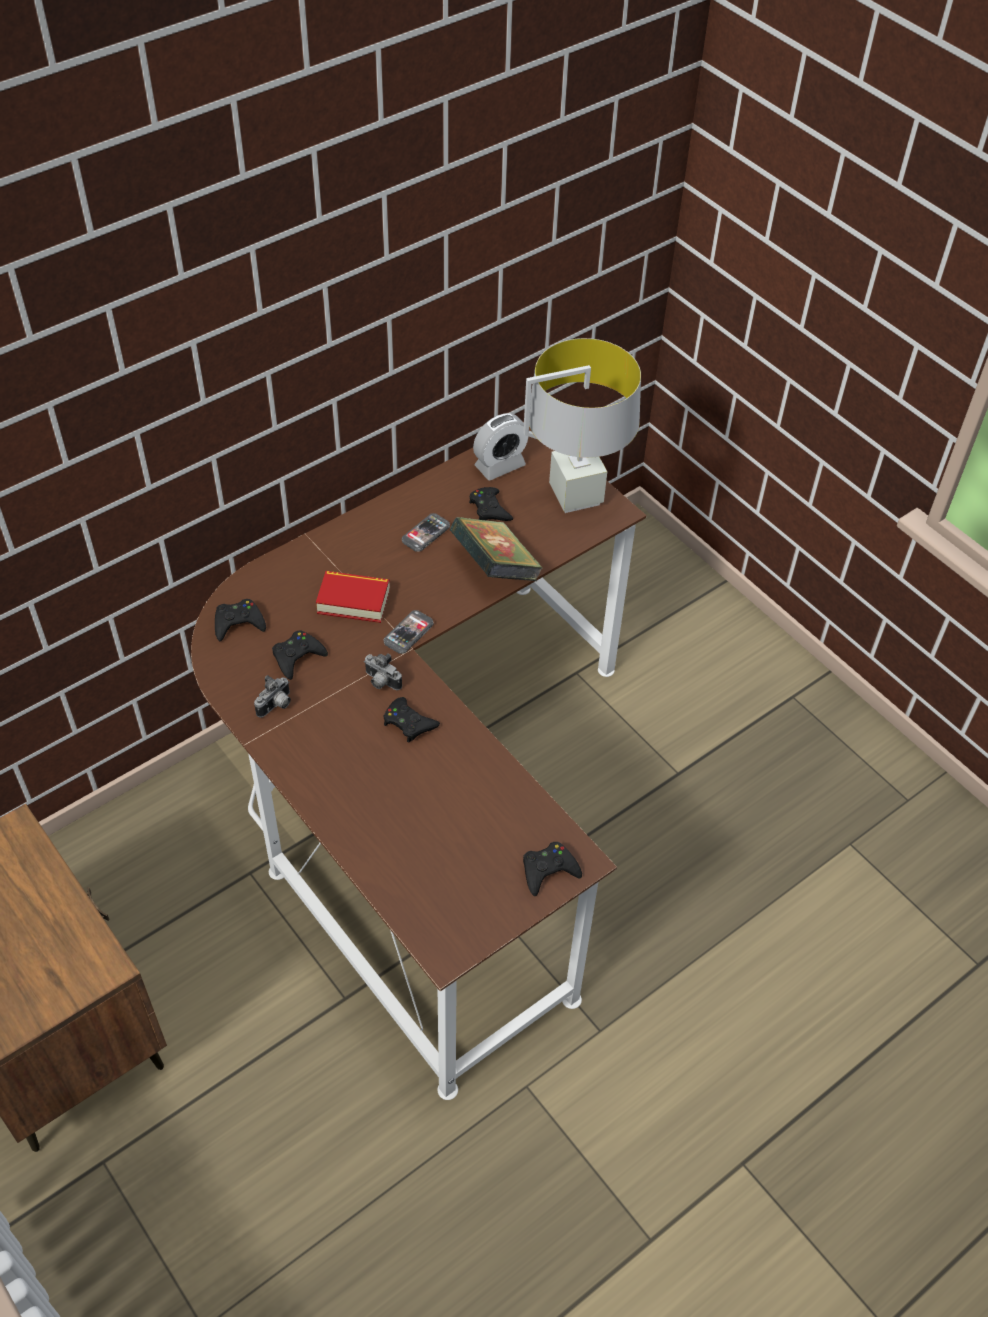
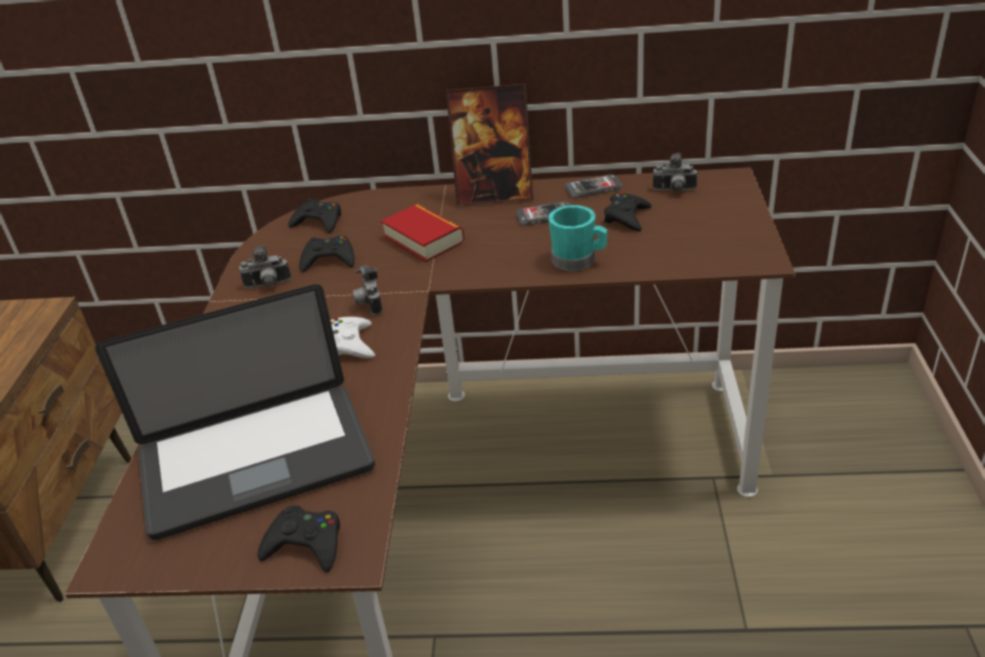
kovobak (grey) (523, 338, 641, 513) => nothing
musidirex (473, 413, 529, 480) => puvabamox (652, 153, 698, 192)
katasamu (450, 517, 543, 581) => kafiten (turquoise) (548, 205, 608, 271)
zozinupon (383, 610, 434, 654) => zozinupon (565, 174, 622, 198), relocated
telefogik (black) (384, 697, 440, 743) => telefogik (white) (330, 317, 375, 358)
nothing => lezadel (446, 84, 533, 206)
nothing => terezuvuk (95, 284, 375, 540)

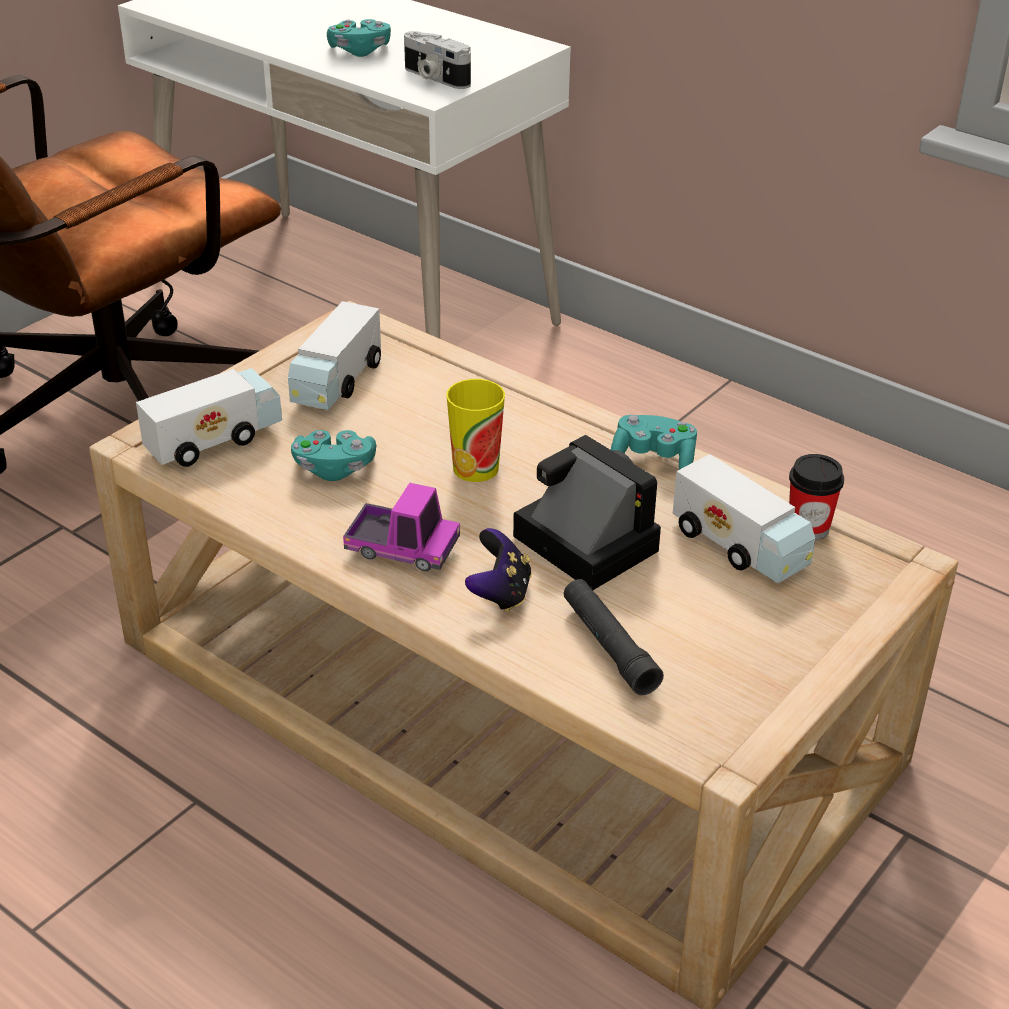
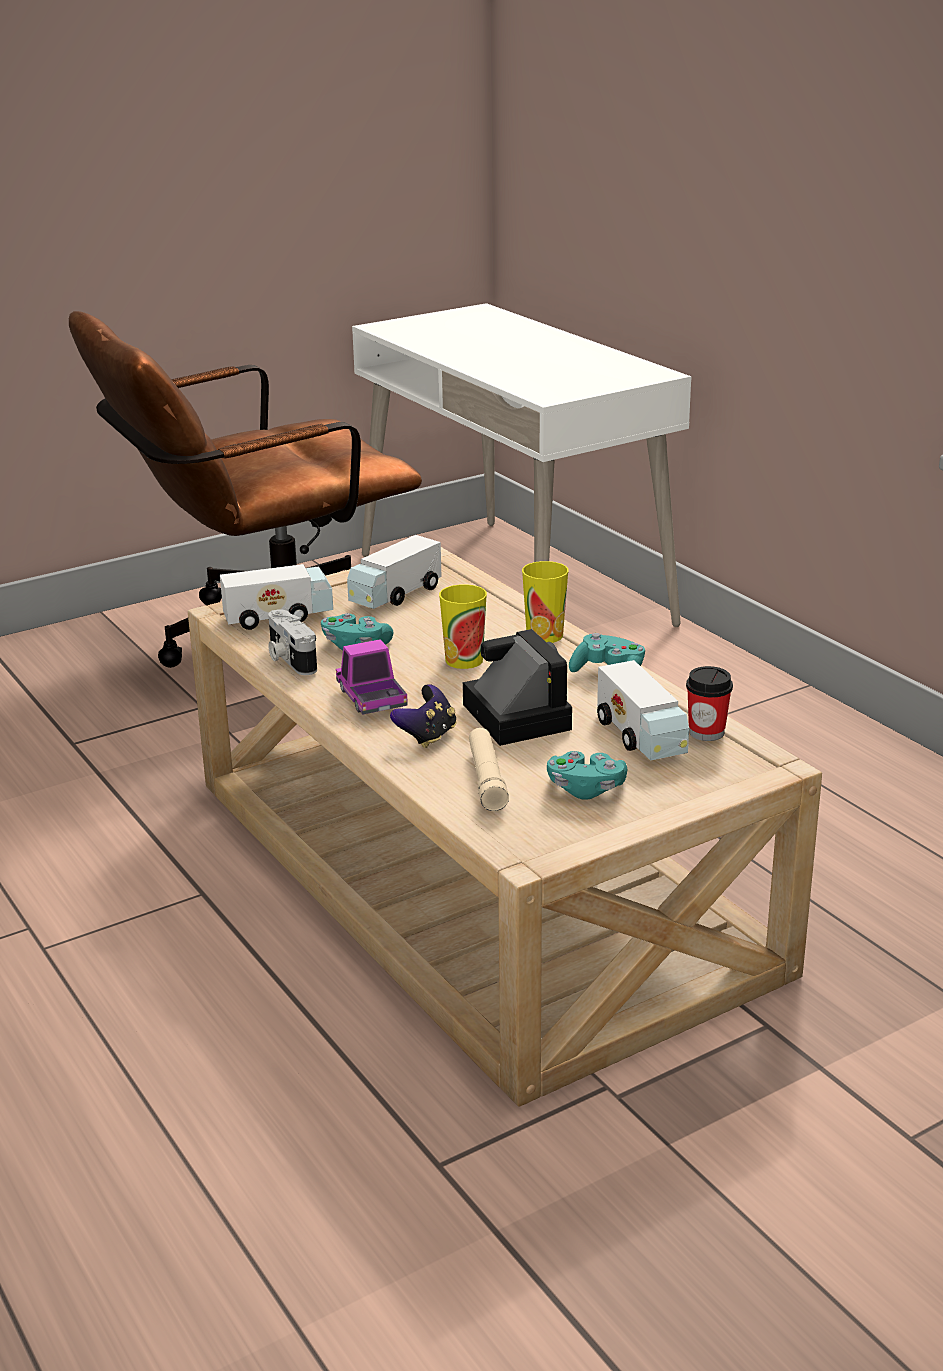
telefogik (turquoise) (327, 19, 391, 57) => telefogik (turquoise) (547, 751, 627, 800), relocated
puvabamox (404, 31, 471, 89) => puvabamox (268, 609, 317, 675), relocated
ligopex (343, 483, 460, 571) => ligopex (336, 639, 408, 714), 150 degrees counterclockwise
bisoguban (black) (564, 579, 664, 695) => bisoguban (beige) (469, 728, 509, 811)
nothing => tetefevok (522, 561, 568, 643)

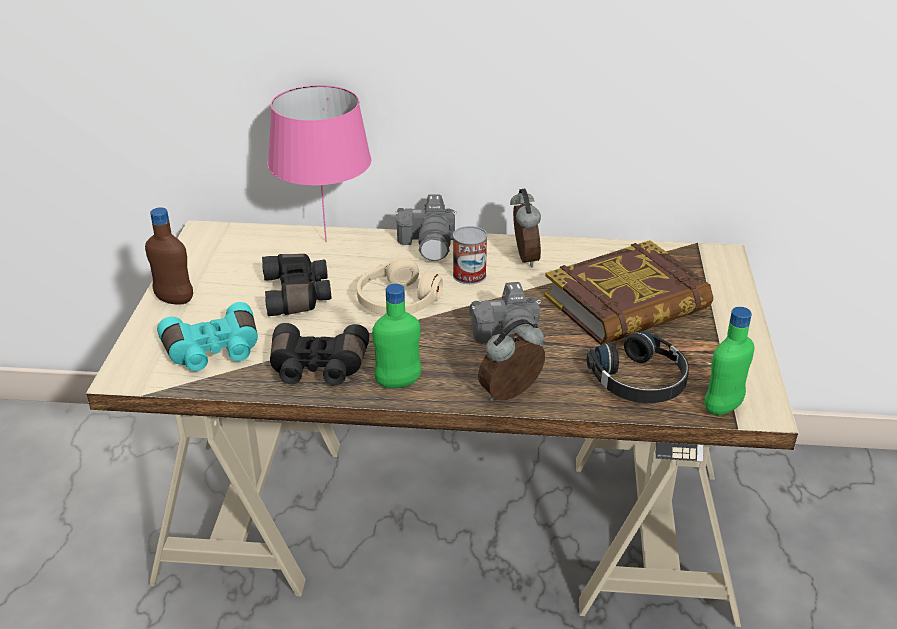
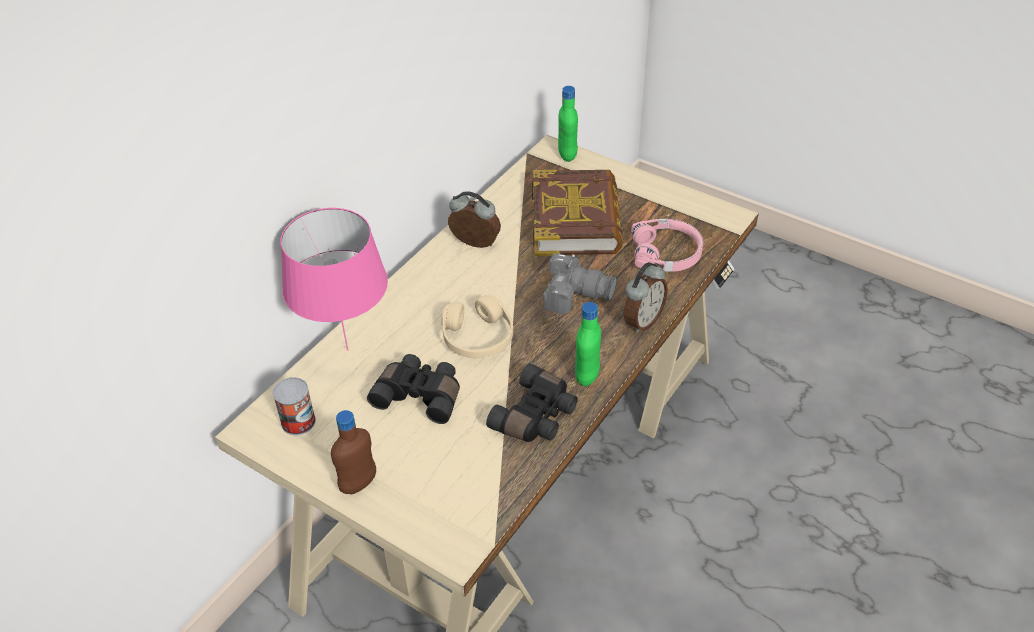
puvabamox (395, 194, 457, 261) => nothing
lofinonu (453, 226, 487, 284) => lofinonu (273, 377, 316, 435), relocated
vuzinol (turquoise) (157, 302, 258, 371) => nothing
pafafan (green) (704, 307, 754, 415) => pafafan (green) (558, 86, 578, 162), relocated
musidirex (478, 319, 545, 401) => musidirex (624, 262, 668, 333), 135 degrees counterclockwise
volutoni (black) (586, 331, 689, 403) => volutoni (pink) (631, 219, 703, 272)

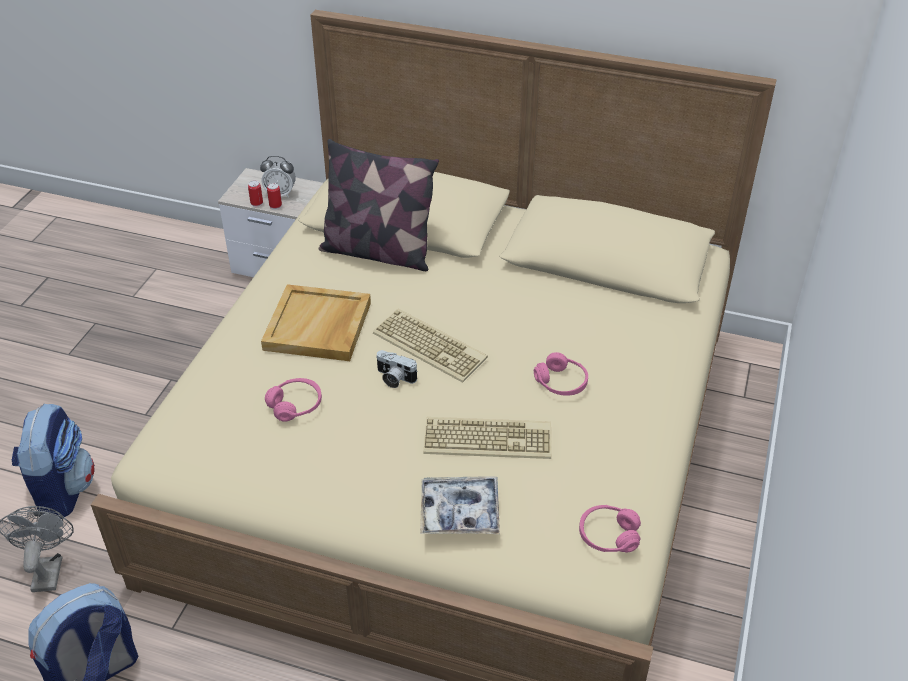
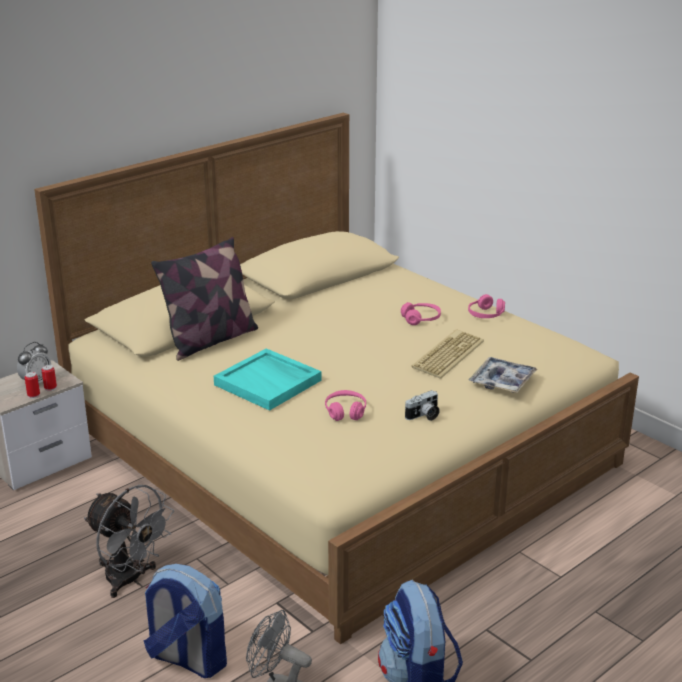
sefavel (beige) (261, 284, 371, 361) => sefavel (turquoise) (214, 348, 321, 411)
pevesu (373, 309, 488, 383) => nothing
puvabamox (376, 350, 418, 388) => puvabamox (405, 390, 440, 421), relocated
volutoni (pink) (579, 505, 641, 552) => volutoni (pink) (468, 294, 505, 318), relocated
nothing => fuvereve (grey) (84, 485, 174, 598)

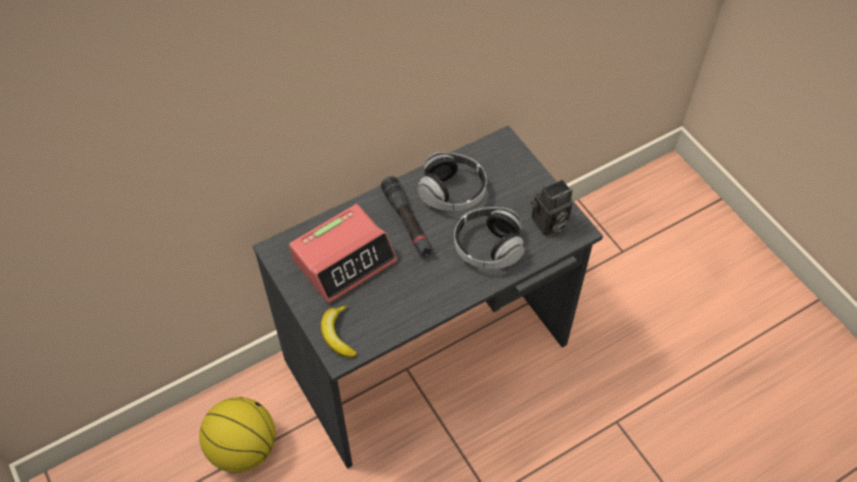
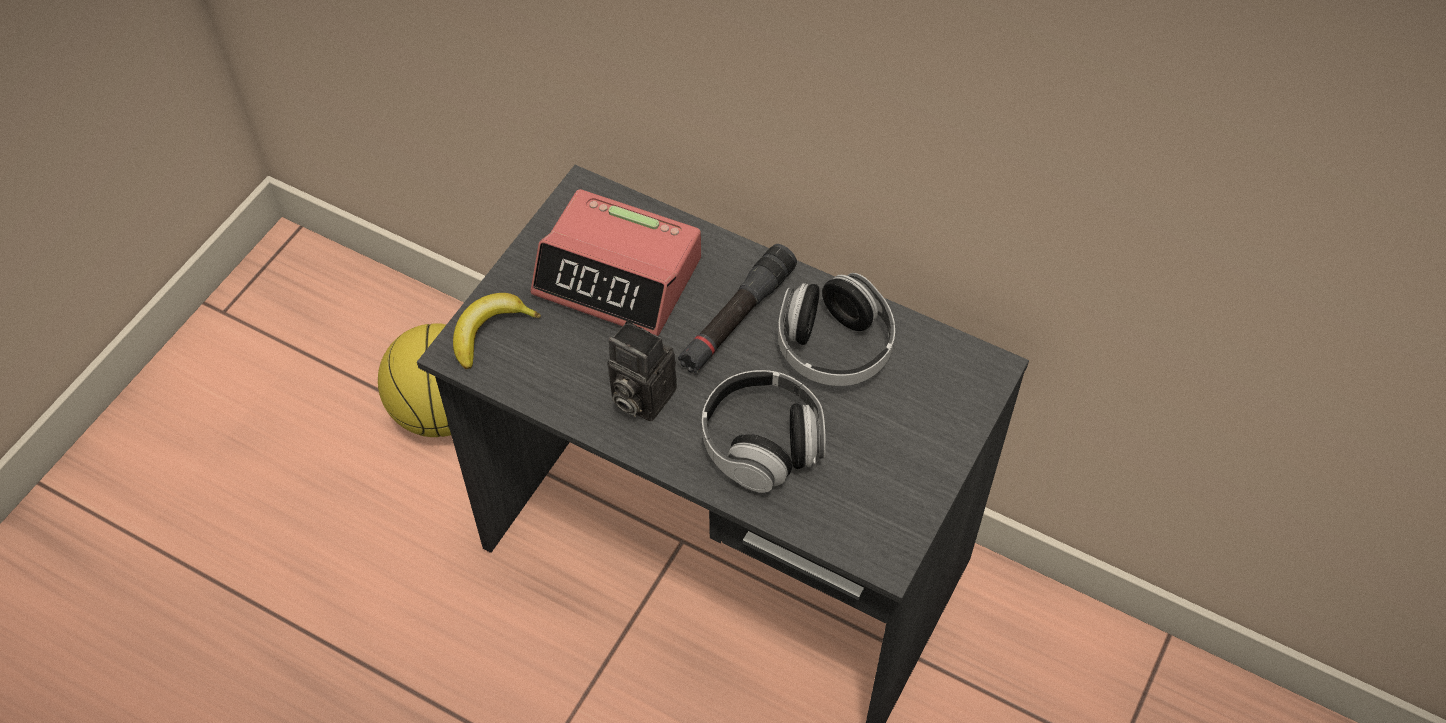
puvabamox (531, 180, 573, 236) => puvabamox (608, 321, 677, 422), relocated

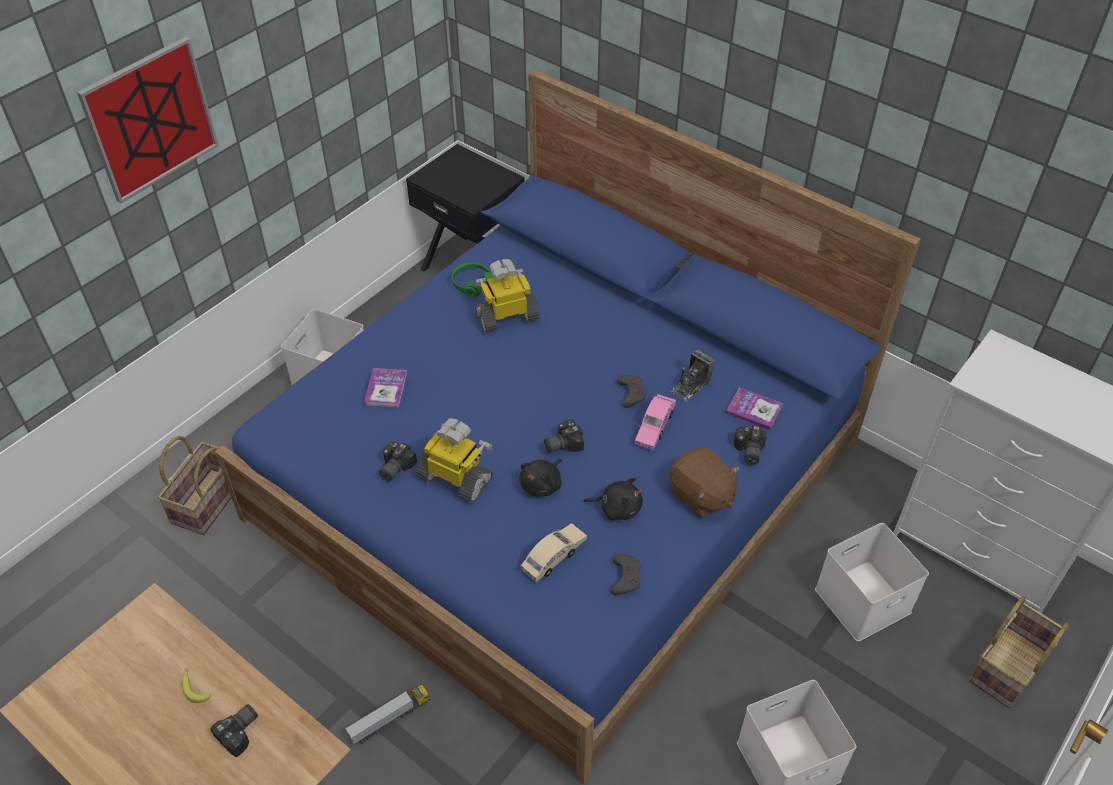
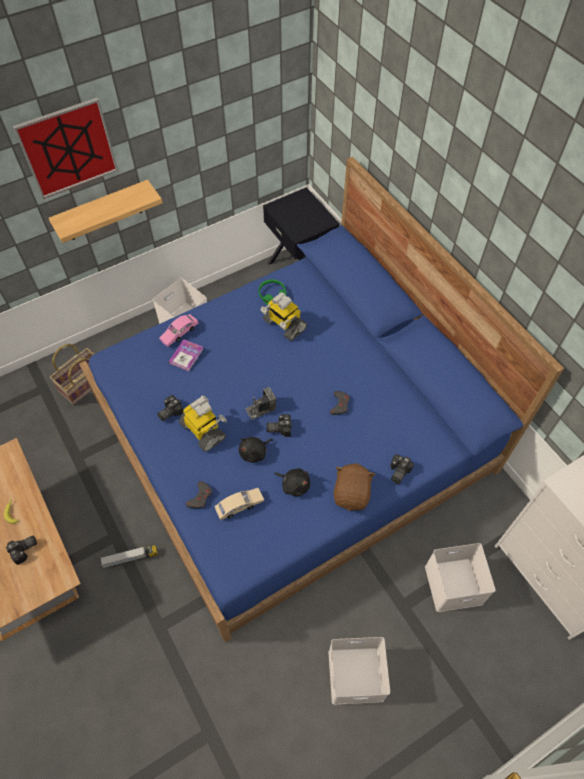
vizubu (475, 259, 540, 333) => vizubu (261, 292, 307, 341), 135 degrees counterclockwise
puvabamox (670, 350, 715, 402) => puvabamox (245, 387, 276, 420), relocated
katasamu (726, 388, 783, 430) => nothing
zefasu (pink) (635, 394, 676, 450) => zefasu (pink) (159, 314, 198, 347), relocated
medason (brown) (669, 447, 740, 518) => medason (brown) (334, 463, 375, 511), 150 degrees counterclockwise
telefogik (grey) (611, 554, 641, 595) => telefogik (grey) (186, 481, 212, 508), relocated
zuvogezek (969, 596, 1069, 708) => nothing
nothing => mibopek (49, 180, 162, 243)

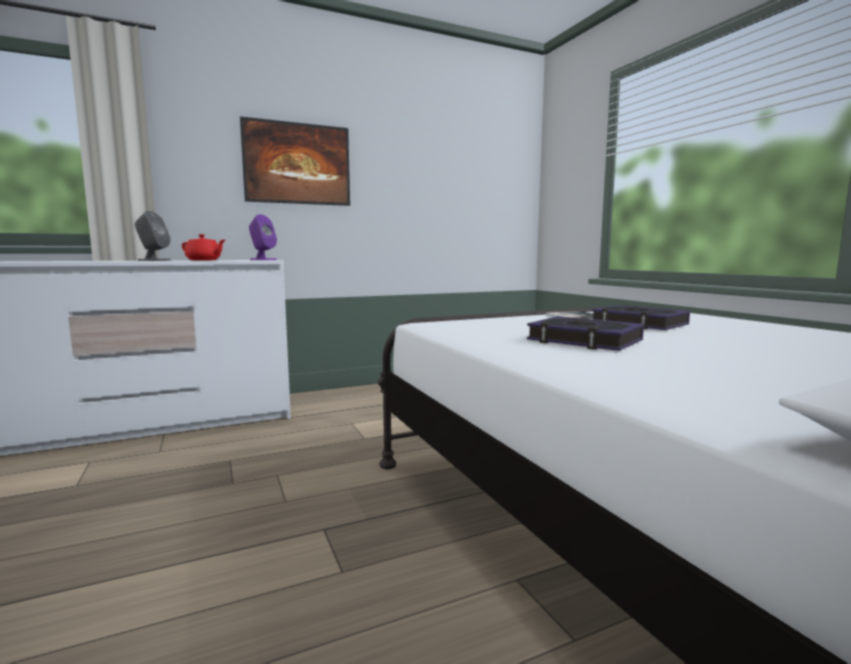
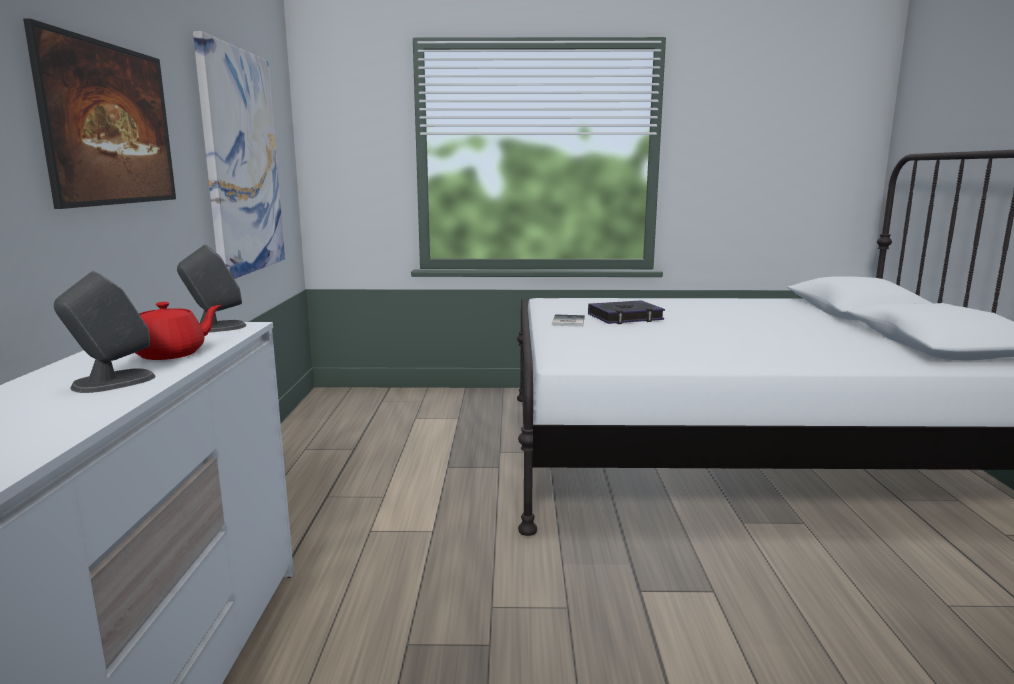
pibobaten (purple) (249, 214, 277, 260) => pibobaten (grey) (177, 244, 246, 333)
katasamu (527, 316, 644, 351) => nothing
nothing => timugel (193, 31, 285, 279)

